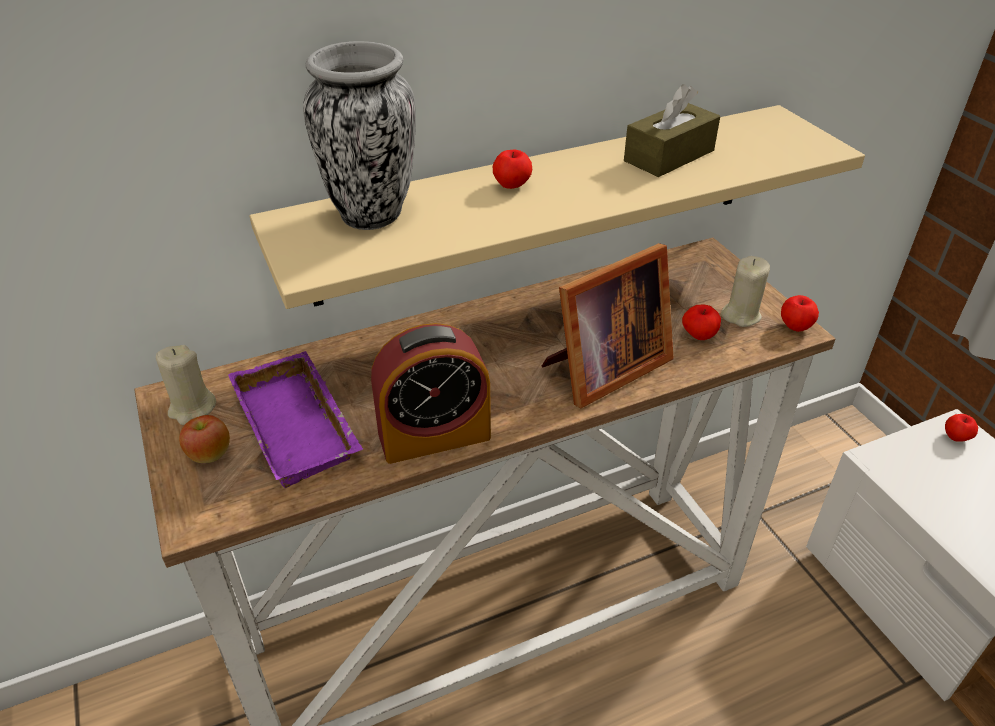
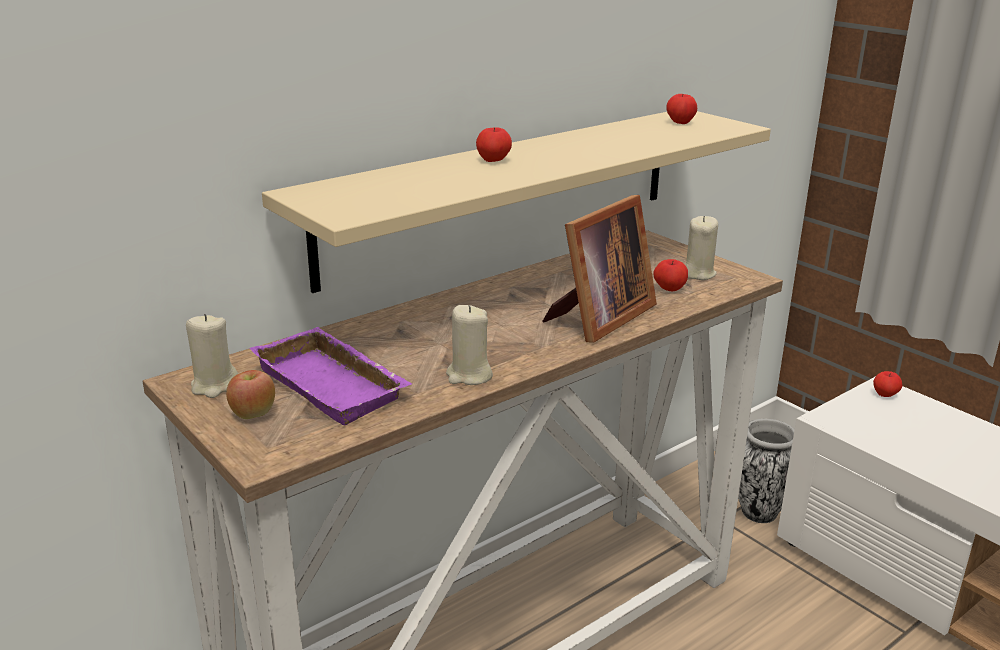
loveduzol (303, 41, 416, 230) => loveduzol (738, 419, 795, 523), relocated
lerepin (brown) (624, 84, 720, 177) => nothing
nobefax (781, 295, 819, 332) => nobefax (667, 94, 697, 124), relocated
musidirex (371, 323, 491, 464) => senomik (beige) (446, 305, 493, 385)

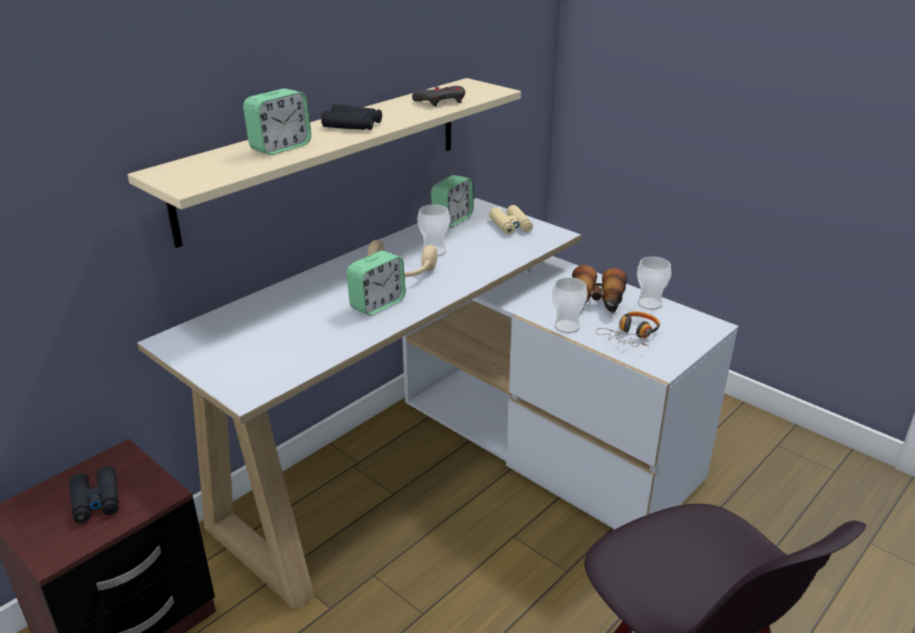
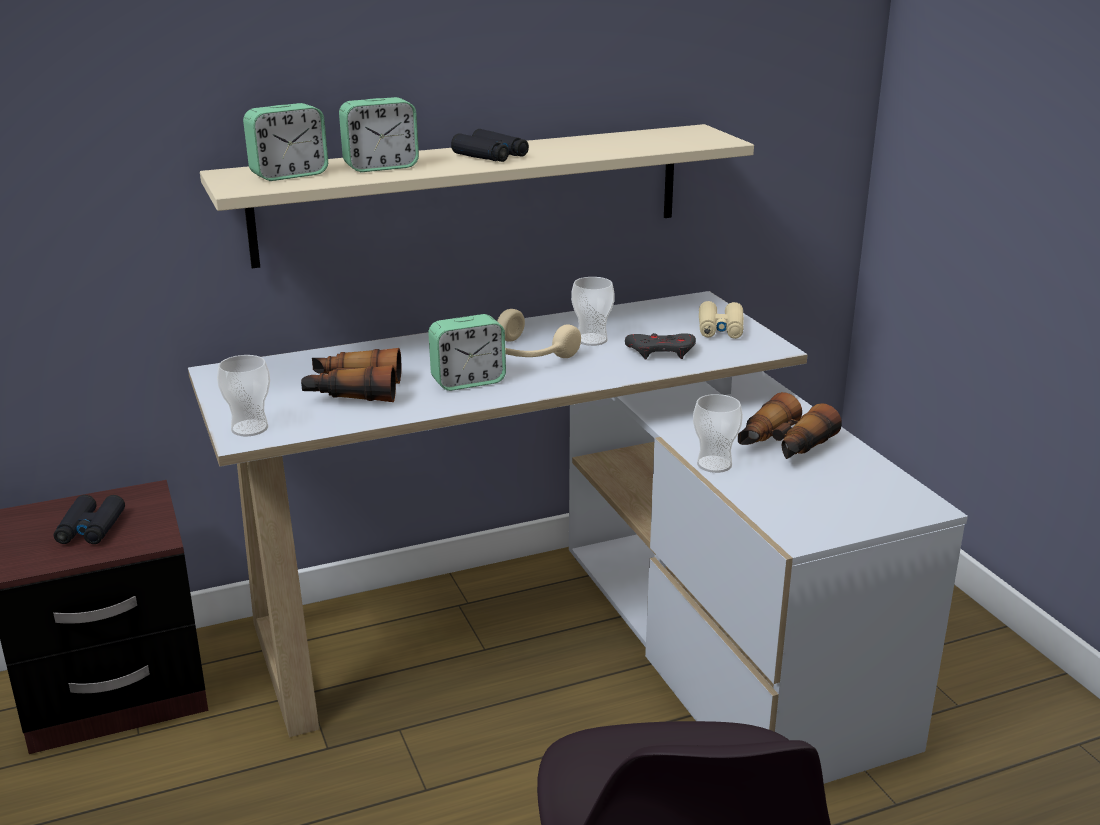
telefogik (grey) (412, 86, 465, 107) => telefogik (grey) (625, 333, 696, 359), relocated
musidirex (431, 175, 473, 227) => musidirex (243, 103, 328, 181), relocated
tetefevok (637, 257, 671, 310) => tetefevok (217, 355, 270, 436), relocated
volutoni (596, 311, 660, 347) => nothing
nothing => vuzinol (301, 348, 401, 402)

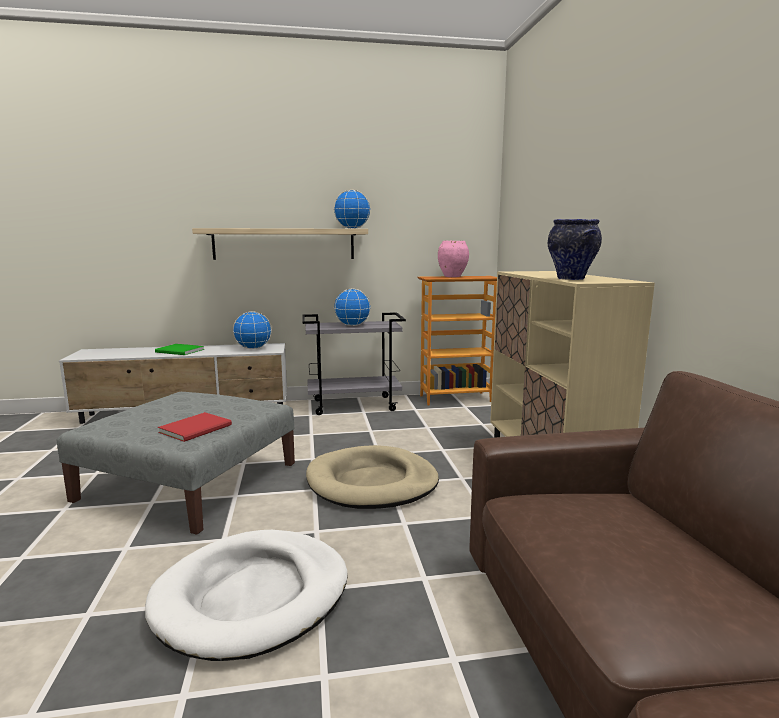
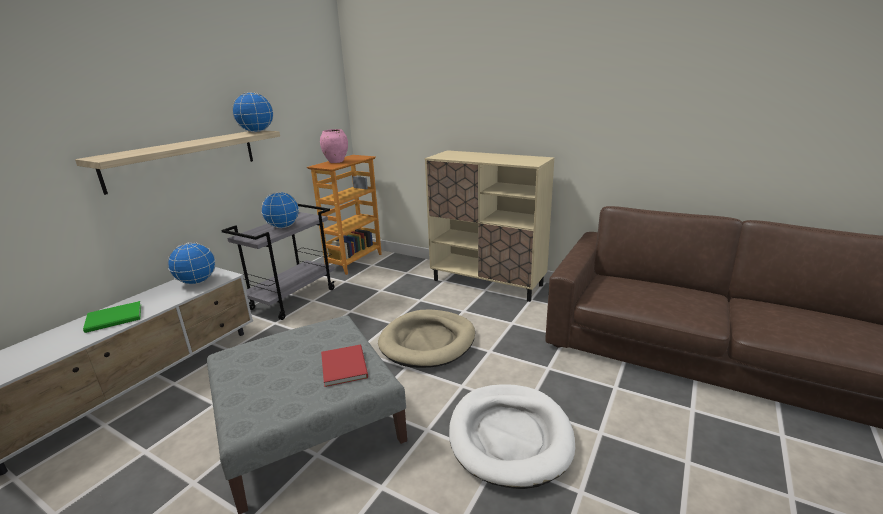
loveduzol (548, 219, 602, 280) => nothing

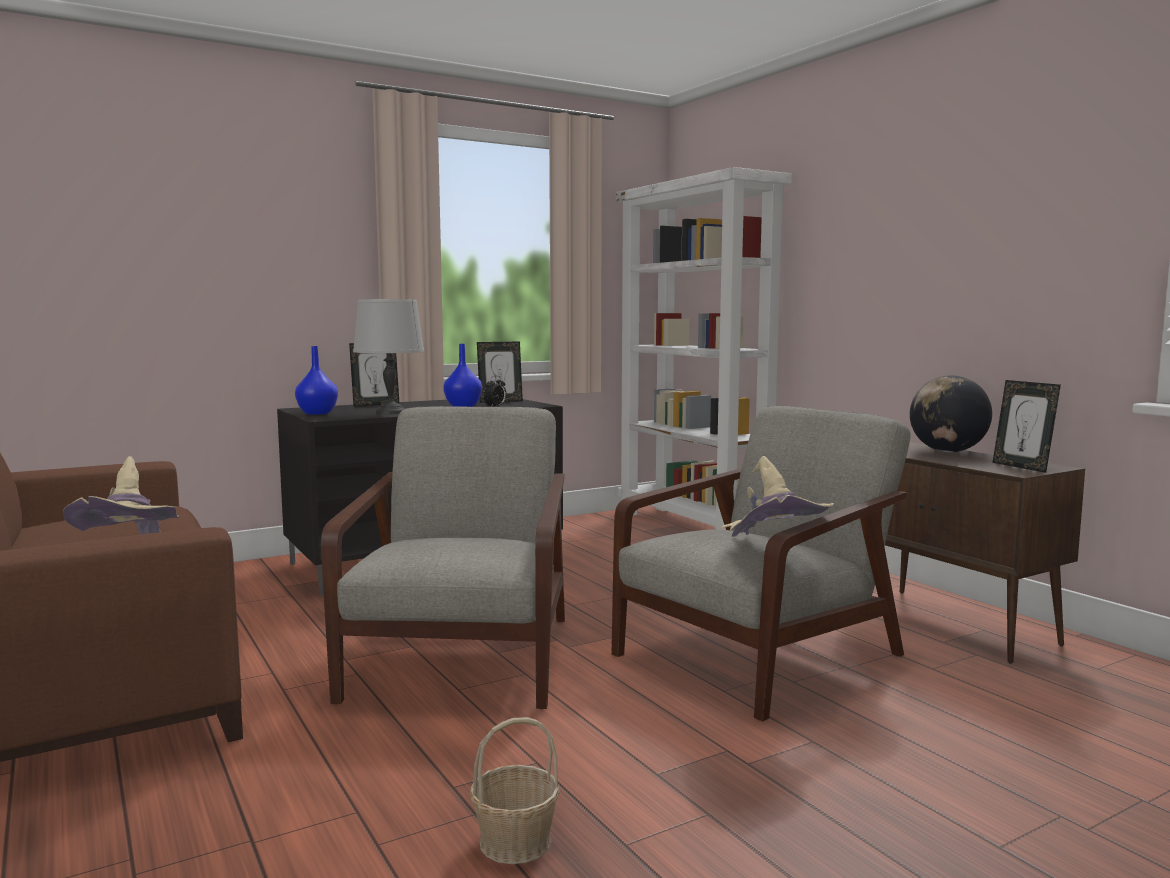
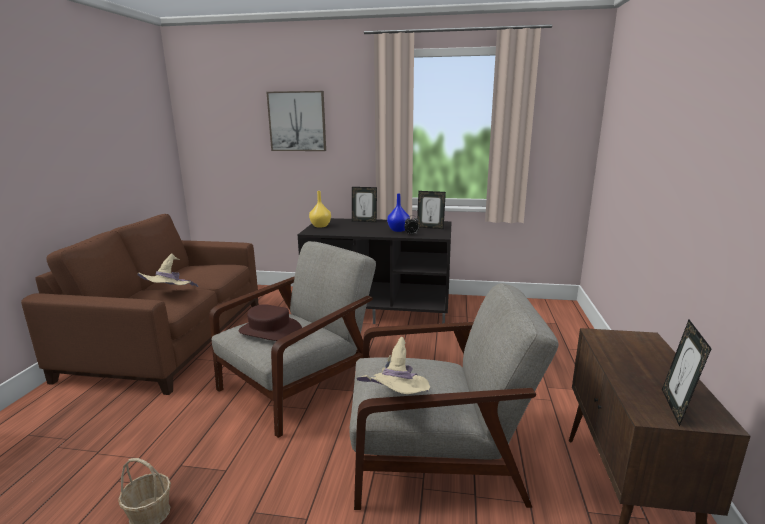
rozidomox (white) (616, 167, 792, 530) => nothing
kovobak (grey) (353, 299, 424, 414) => nothing
loveduzol (blue) (295, 346, 338, 415) => loveduzol (yellow) (309, 191, 331, 228)
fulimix (910, 375, 992, 452) => nothing
nothing => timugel (266, 91, 326, 151)
nothing => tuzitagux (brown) (238, 304, 302, 341)

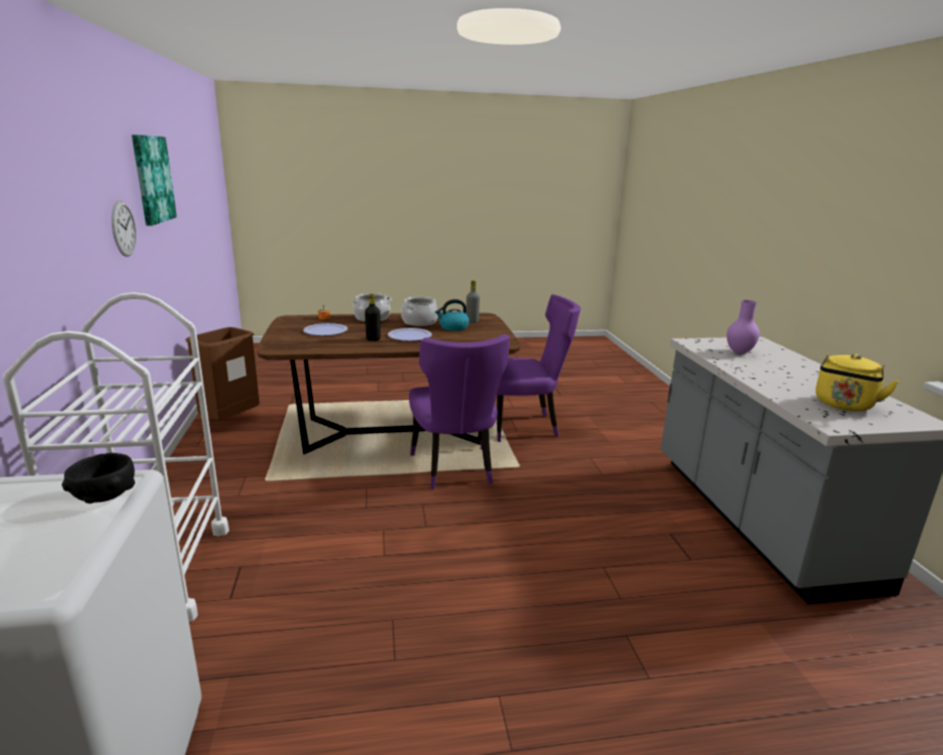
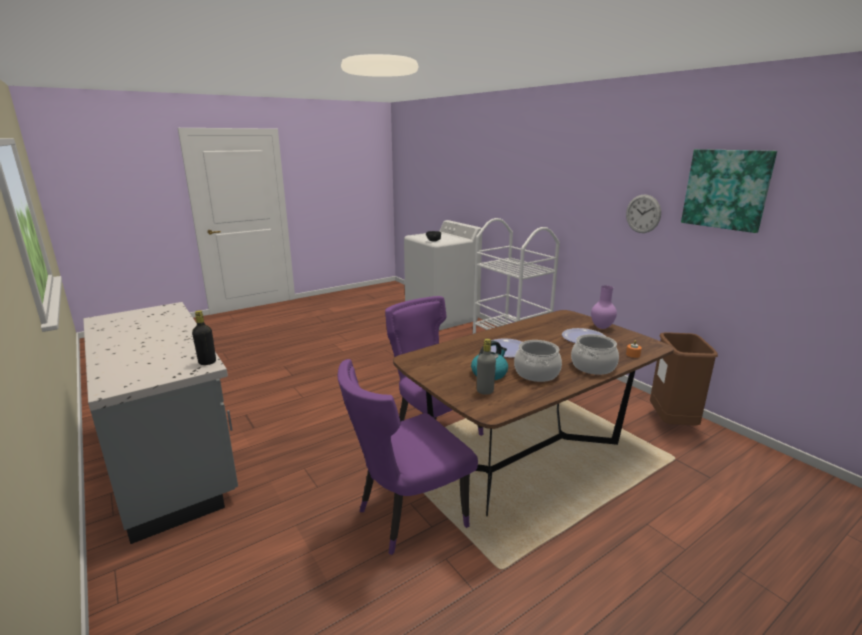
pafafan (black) (365, 293, 380, 341) => pafafan (black) (192, 310, 216, 365), relocated
loveduzol (purple) (727, 300, 760, 354) => loveduzol (purple) (591, 286, 617, 329), relocated
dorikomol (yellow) (816, 353, 899, 411) => nothing

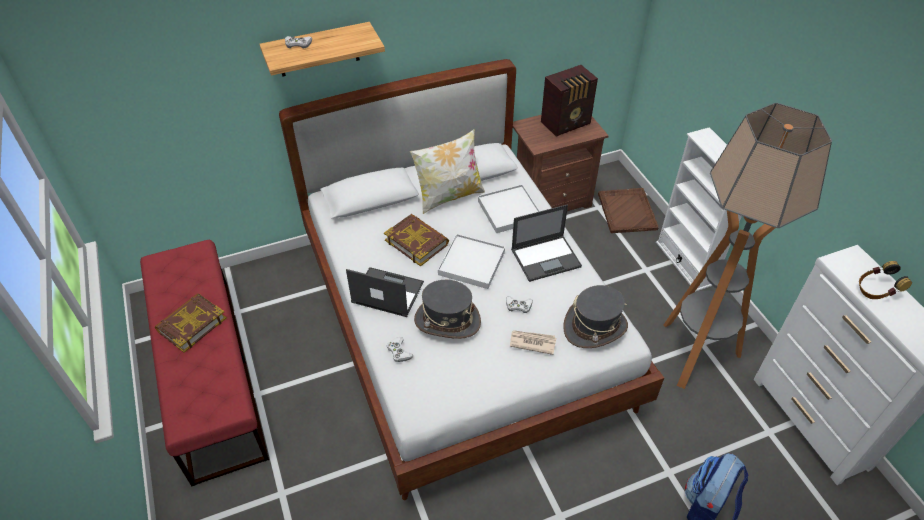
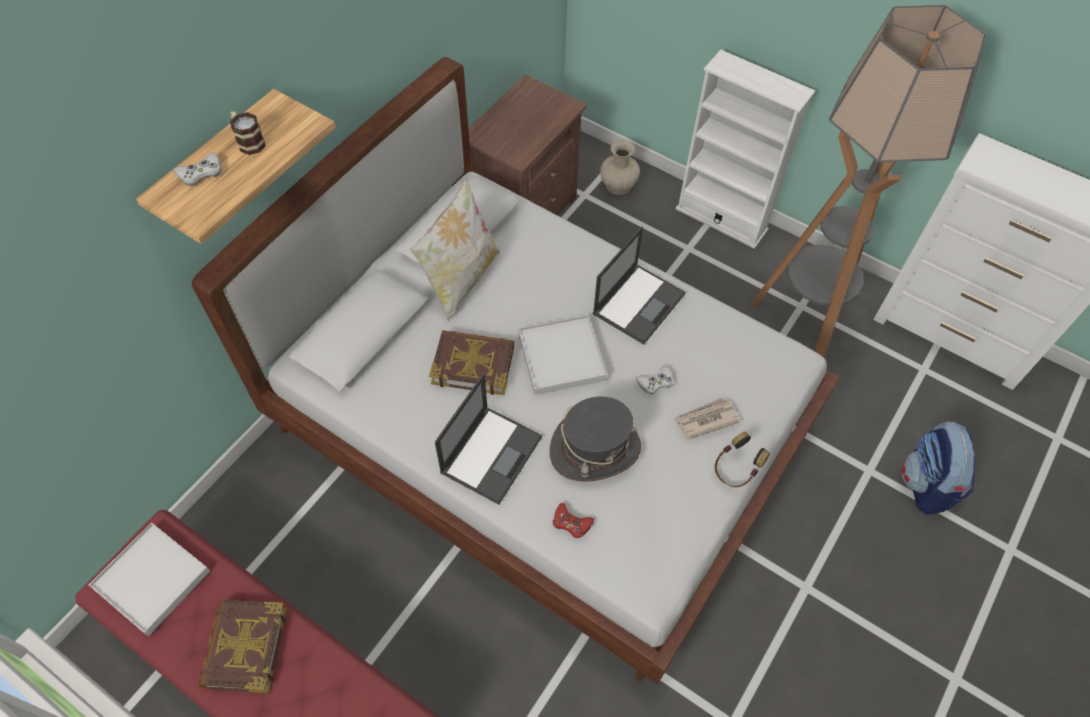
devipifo (541, 65, 598, 137) => nothing
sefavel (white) (478, 184, 540, 233) => sefavel (white) (89, 522, 210, 636), relocated
sefavel (brown) (598, 188, 659, 233) => loveduzol (beige) (600, 140, 640, 195)
volutoni (859, 261, 912, 299) => volutoni (714, 431, 770, 487), relocated
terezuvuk (346, 267, 424, 317) => terezuvuk (435, 374, 542, 505), 135 degrees clockwise
tuzitagux (grey) (563, 285, 628, 348) => nothing
telefogik (white) (387, 337, 413, 362) => telefogik (red) (553, 503, 594, 538)
nothing => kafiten (230, 111, 266, 155)

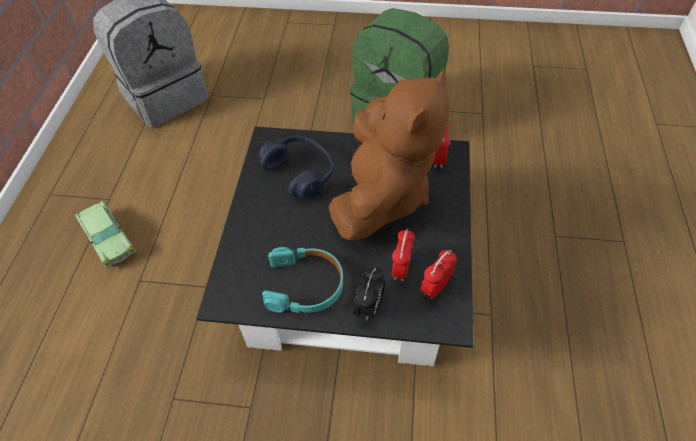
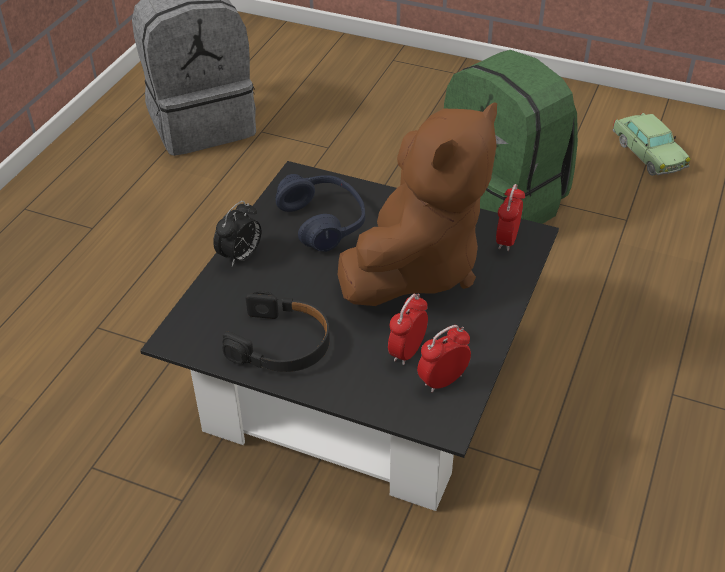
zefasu (75, 200, 136, 268) => zefasu (613, 113, 691, 176), relocated
volutoni (turquoise) (262, 247, 343, 313) => volutoni (black) (222, 291, 330, 372)
musidirex (353, 267, 385, 321) => musidirex (213, 201, 261, 267), relocated

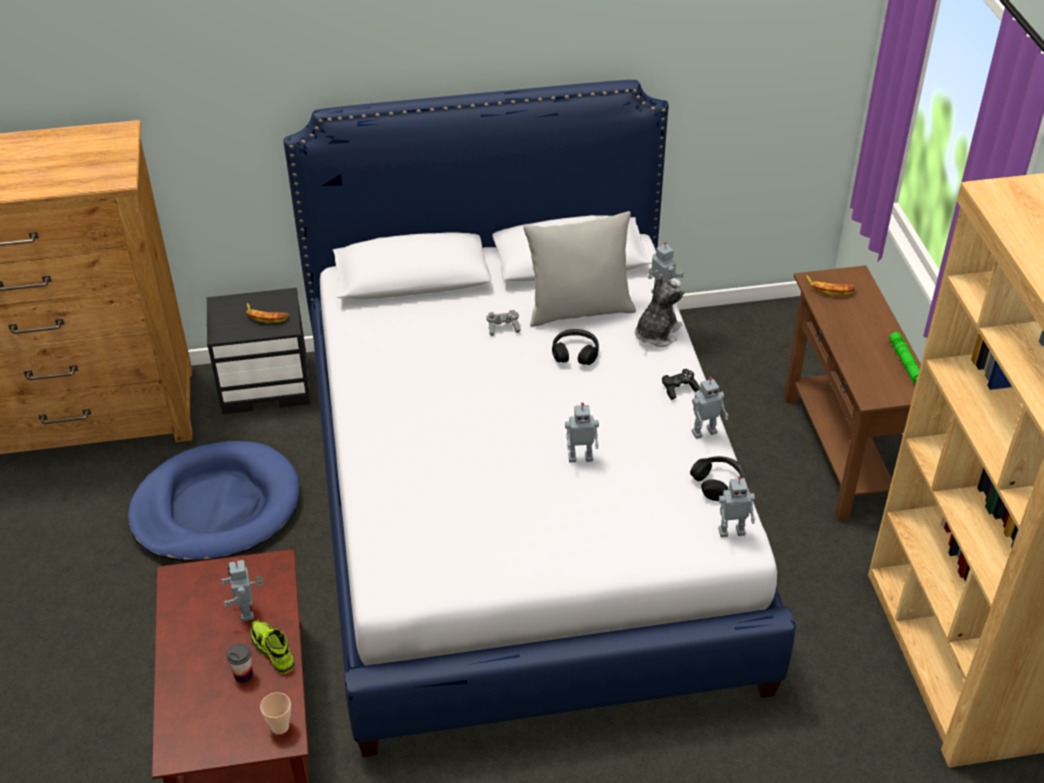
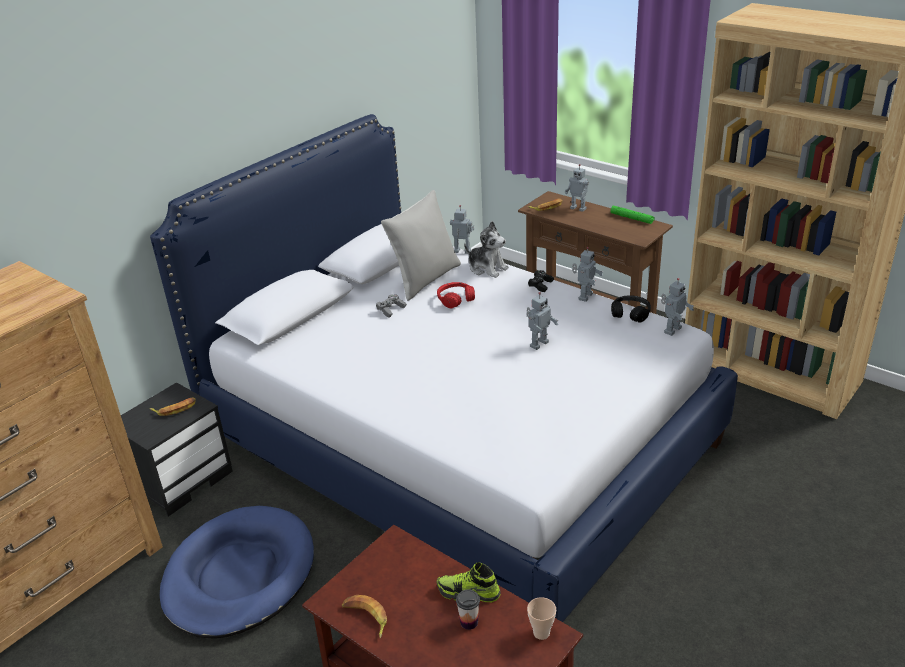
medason (635, 274, 684, 347) => medason (464, 221, 509, 278), 135 degrees clockwise
volutoni (black) (552, 329, 599, 365) => volutoni (red) (437, 282, 475, 308)
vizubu (222, 559, 264, 622) => vizubu (565, 164, 589, 212), relocated
nothing => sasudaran (342, 595, 387, 639)

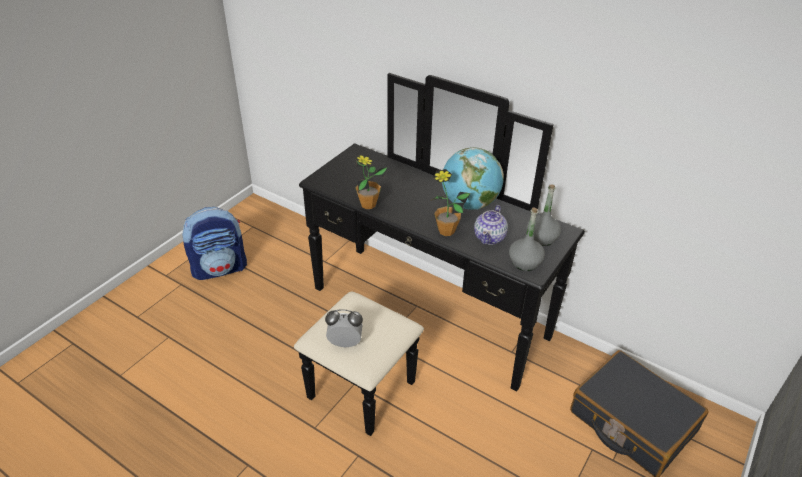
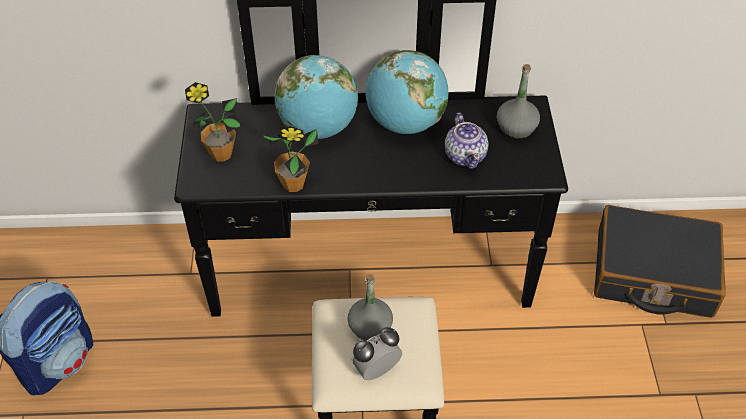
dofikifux (432, 169, 471, 236) => dofikifux (185, 82, 241, 162), relocated
pafafan (grey) (509, 208, 545, 271) => pafafan (grey) (347, 274, 393, 341), relocated
nothing => fulimix (275, 55, 358, 139)

